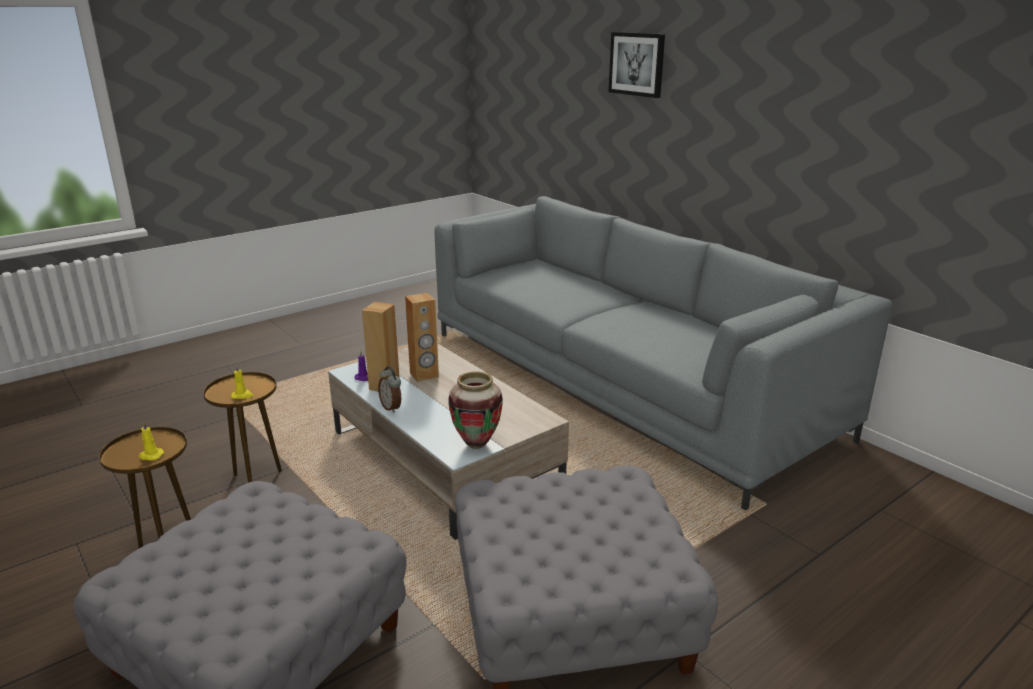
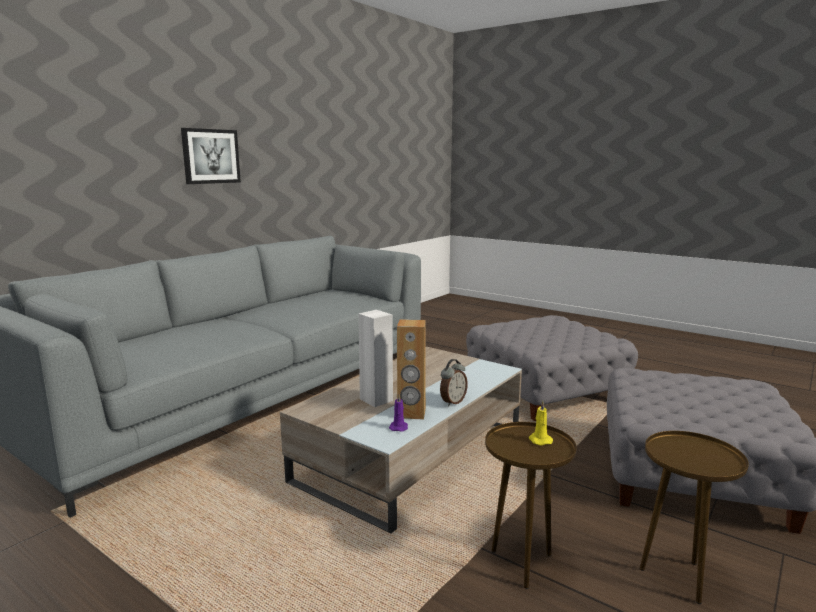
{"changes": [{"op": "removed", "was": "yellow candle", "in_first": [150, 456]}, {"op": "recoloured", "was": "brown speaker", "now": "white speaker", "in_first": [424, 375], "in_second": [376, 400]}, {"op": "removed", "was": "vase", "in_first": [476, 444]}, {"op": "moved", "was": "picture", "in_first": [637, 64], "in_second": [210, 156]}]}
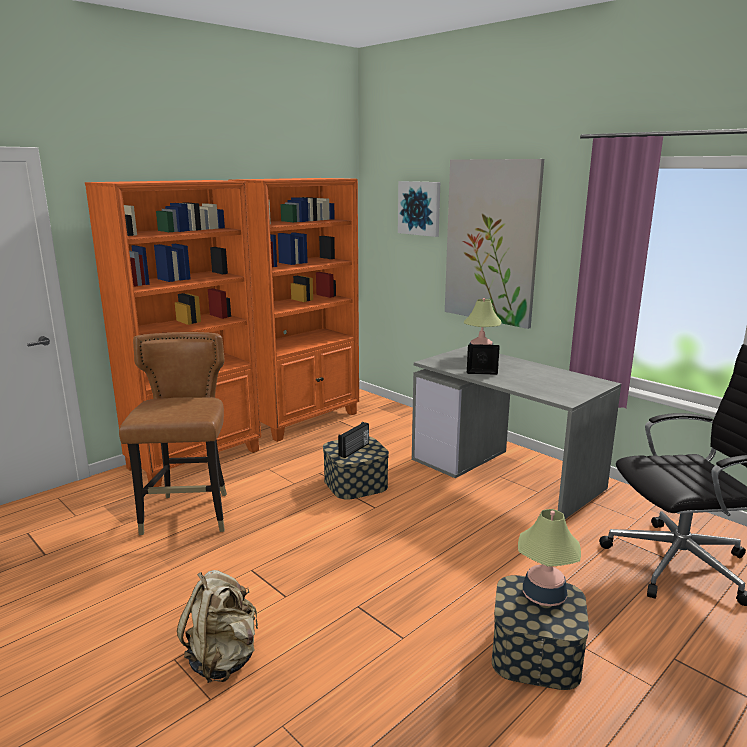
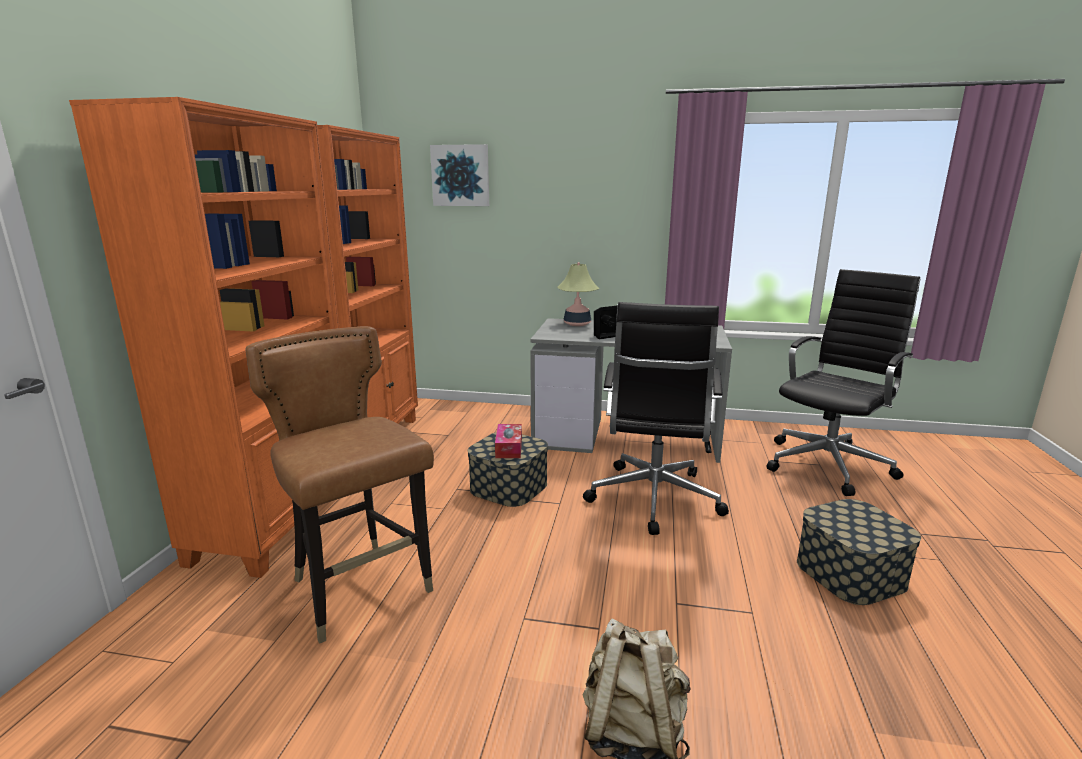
{"changes": [{"op": "replaced", "was": "radio", "now": "tissue box", "in_first": [354, 450], "in_second": [509, 447]}, {"op": "removed", "was": "picture", "in_first": [491, 242]}, {"op": "removed", "was": "table lamp", "in_first": [544, 595]}, {"op": "added", "now": "black office chair", "in_second": [653, 500]}]}
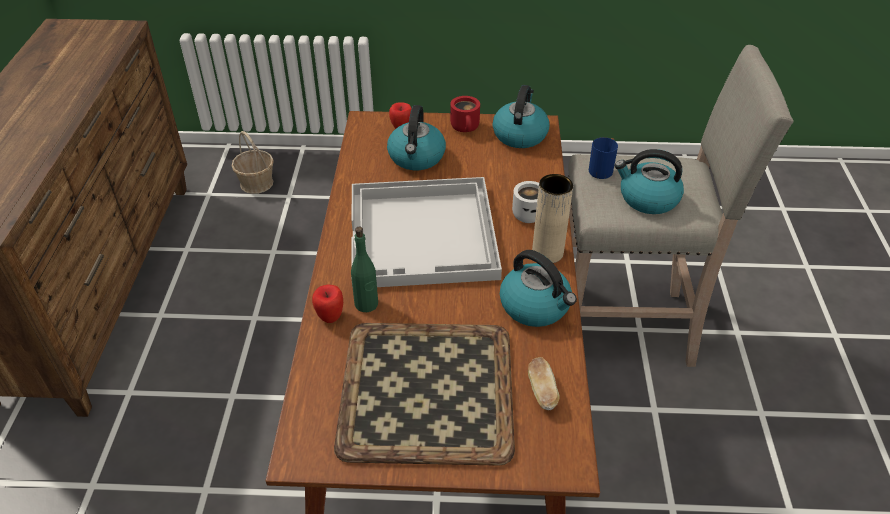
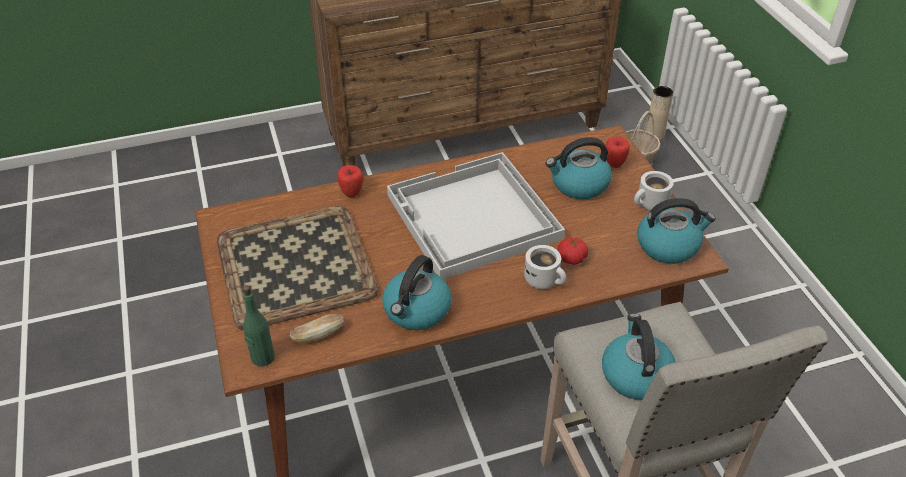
{"changes": [{"op": "moved", "was": "green bottle", "in_first": [366, 304], "in_second": [262, 357]}, {"op": "recoloured", "was": "red mug", "now": "white mug", "in_first": [466, 127], "in_second": [650, 205]}, {"op": "moved", "was": "beige vase", "in_first": [547, 253], "in_second": [654, 136]}, {"op": "removed", "was": "blue mug", "in_first": [602, 169]}, {"op": "added", "now": "tomato", "in_second": [571, 258]}]}
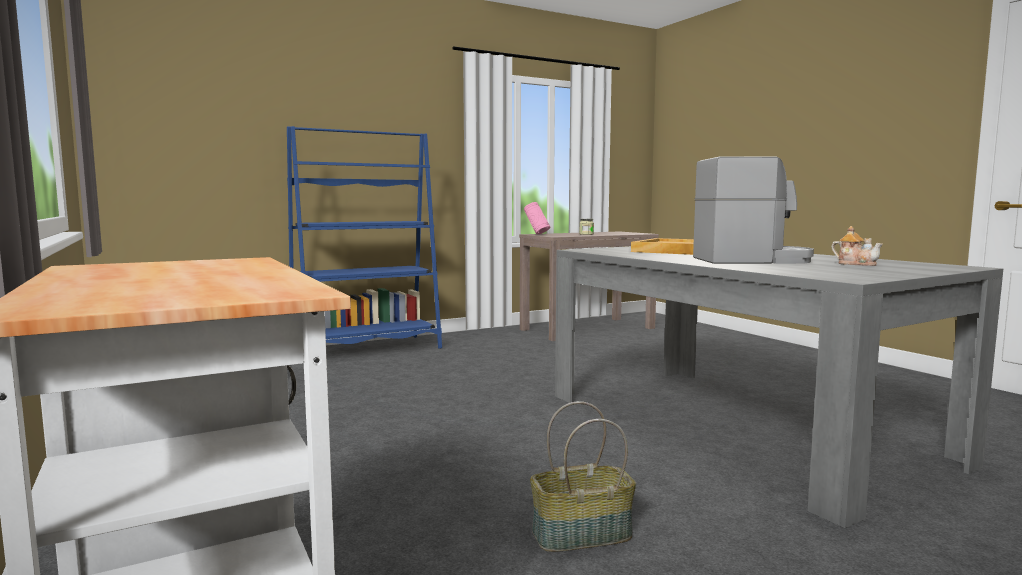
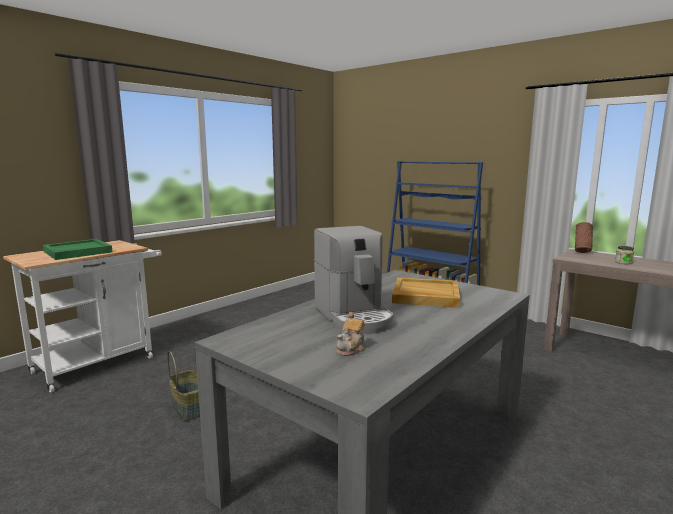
{"changes": [{"op": "recoloured", "was": "pink vase", "now": "brown vase", "in_first": [536, 234], "in_second": [582, 252]}, {"op": "added", "now": "green tray", "in_second": [77, 252]}]}
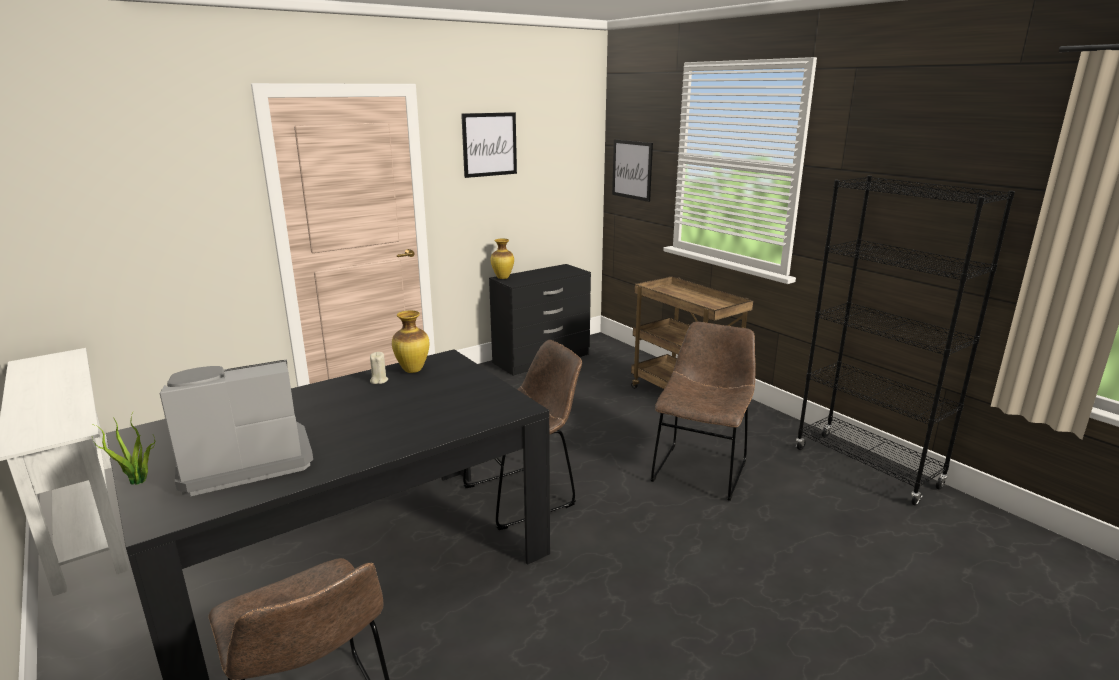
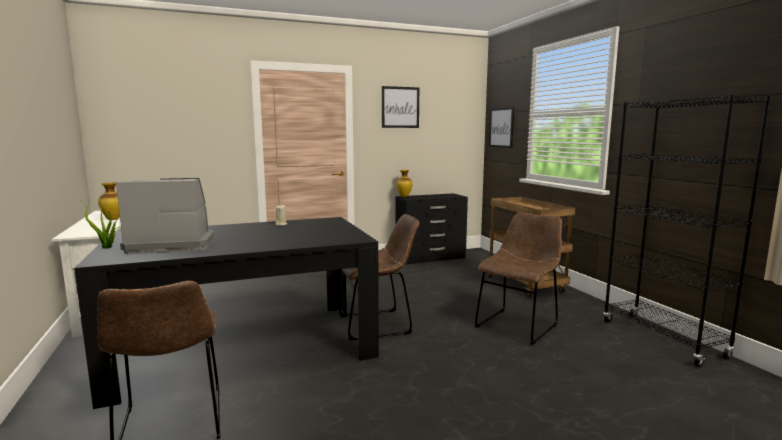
{"changes": [{"op": "moved", "was": "vase", "in_first": [413, 370], "in_second": [113, 219]}]}
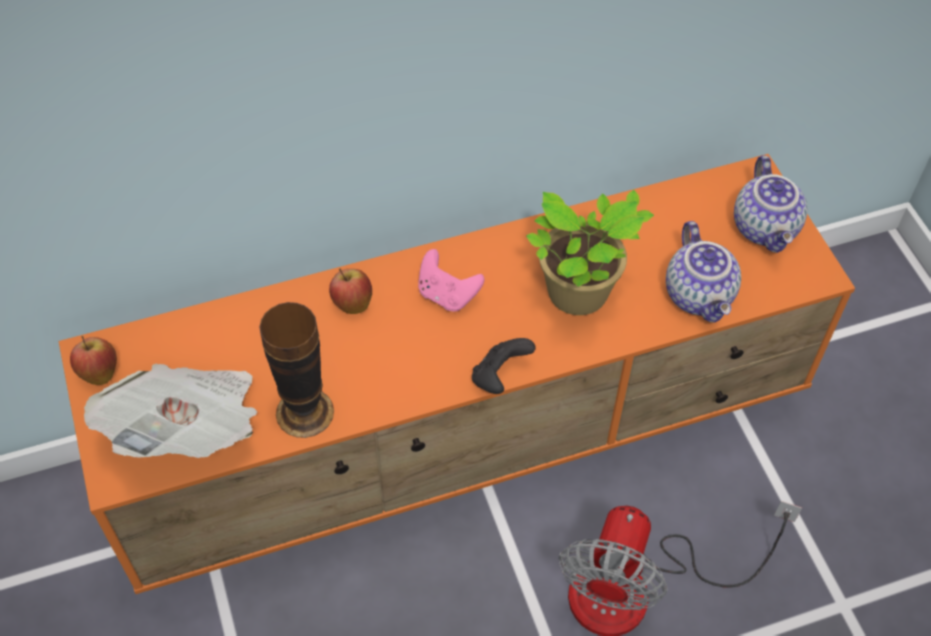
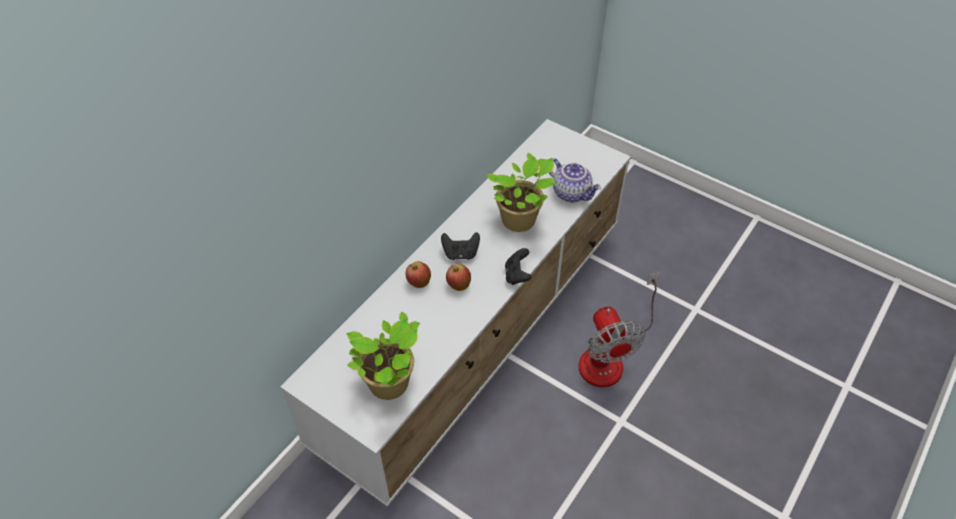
{"changes": [{"op": "recoloured", "was": "orange tv stand", "now": "white tv stand", "in_first": [467, 439], "in_second": [479, 338]}, {"op": "moved", "was": "apple", "in_first": [99, 372], "in_second": [458, 285]}, {"op": "replaced", "was": "newspaper", "now": "potted plant", "in_first": [188, 429], "in_second": [391, 385]}, {"op": "removed", "was": "vase", "in_first": [305, 412]}, {"op": "recoloured", "was": "pink game controller", "now": "black game controller", "in_first": [447, 295], "in_second": [460, 254]}, {"op": "removed", "was": "teapot", "in_first": [766, 229]}]}
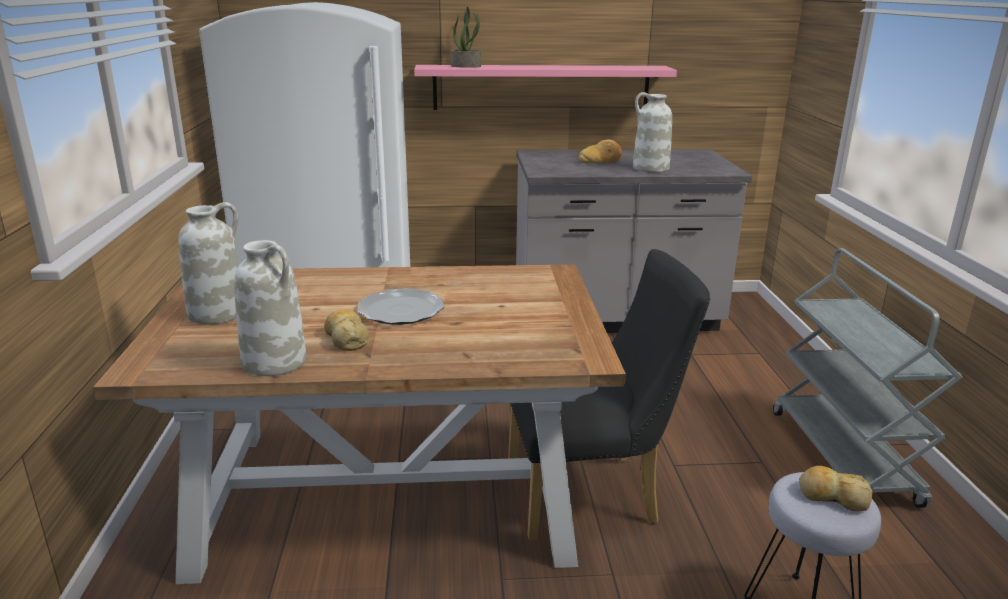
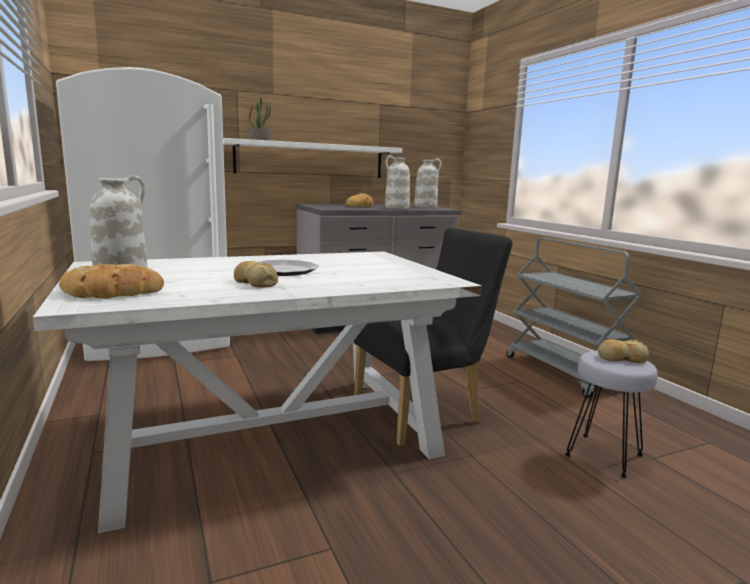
{"changes": [{"op": "recoloured", "was": "brown dining table", "now": "white dining table", "in_first": [387, 494], "in_second": [268, 436]}, {"op": "moved", "was": "white vase", "in_first": [276, 362], "in_second": [426, 207]}, {"op": "recoloured", "was": "pink shelf", "now": "white shelf", "in_first": [541, 87], "in_second": [311, 160]}, {"op": "added", "now": "bread", "in_second": [112, 292]}]}
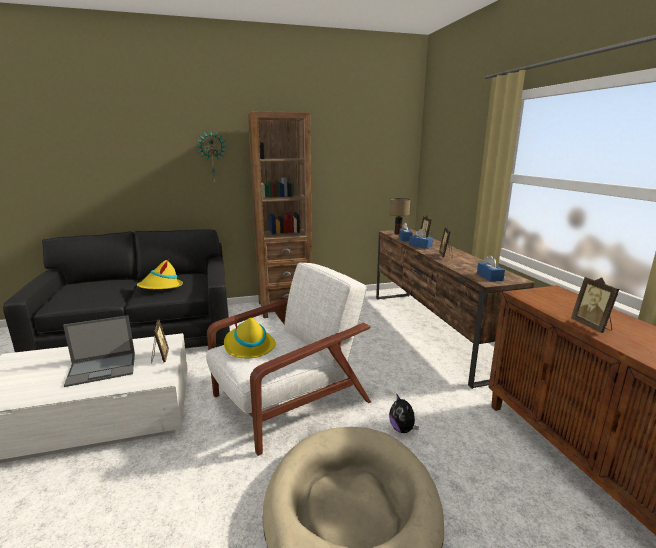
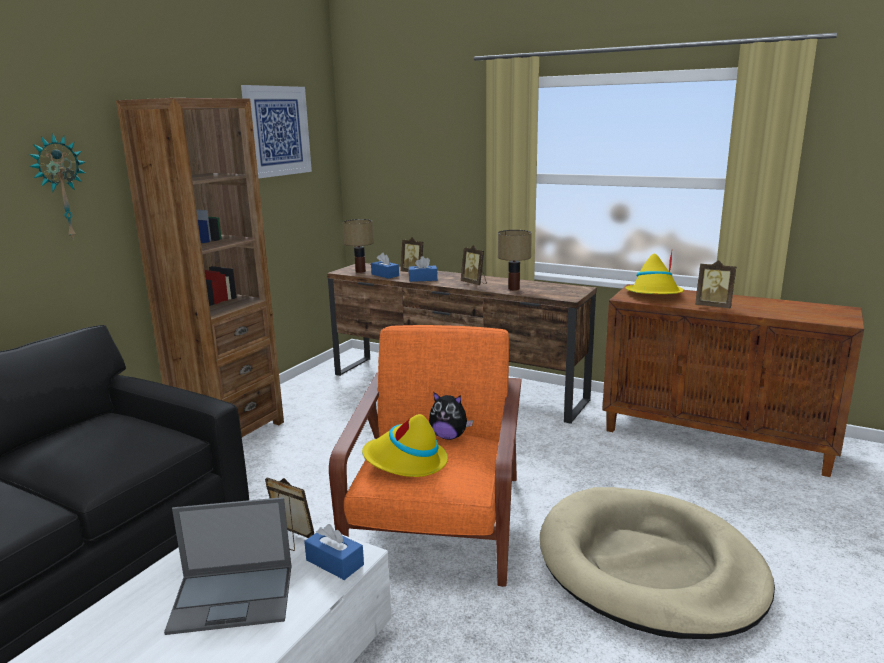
{"changes": [{"op": "turned", "was": "laptop", "in_first": [103, 369], "in_second": [234, 598], "clockwise": 60}, {"op": "moved", "was": "yellow hat", "in_first": [161, 287], "in_second": [654, 295]}, {"op": "recoloured", "was": "white armchair", "now": "orange armchair", "in_first": [288, 400], "in_second": [437, 524]}, {"op": "moved", "was": "plush toy", "in_first": [402, 429], "in_second": [449, 436]}, {"op": "moved", "was": "blue tissue box", "in_first": [489, 277], "in_second": [335, 562]}, {"op": "added", "now": "picture", "in_second": [277, 131]}, {"op": "added", "now": "table lamp", "in_second": [514, 288]}]}
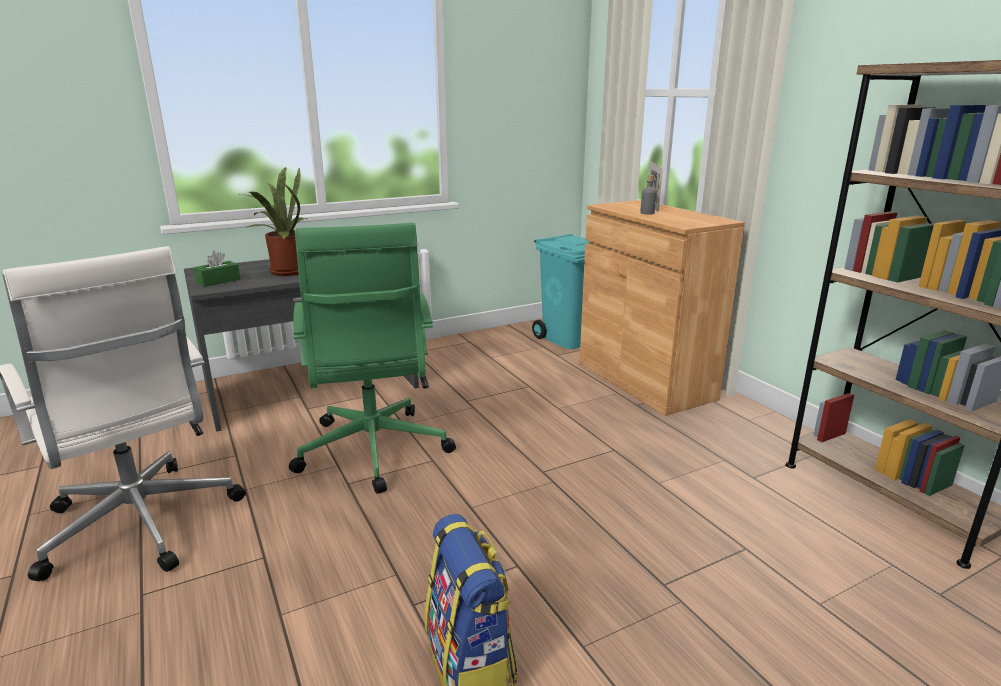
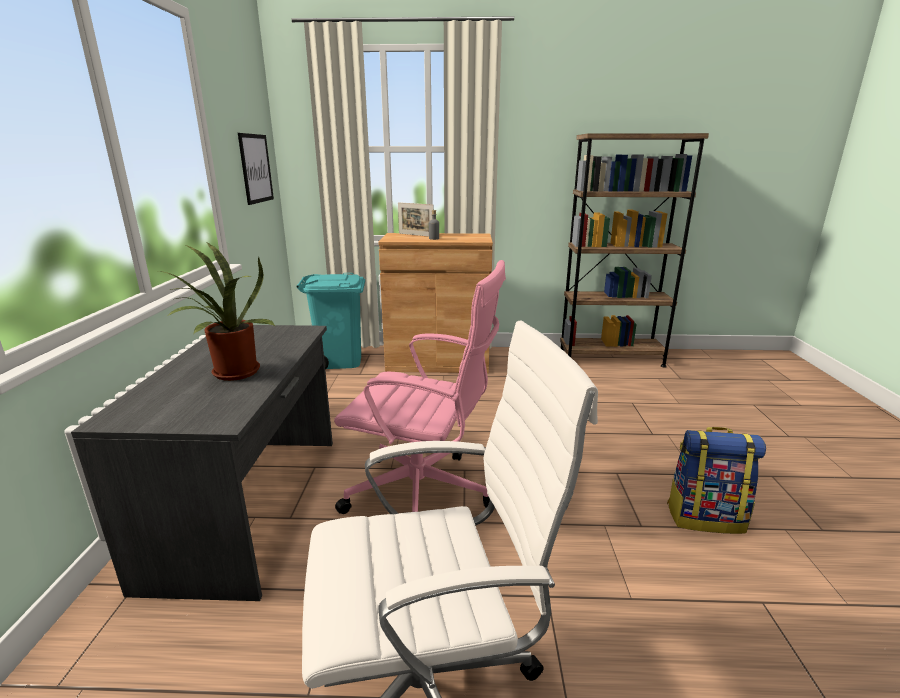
{"changes": [{"op": "removed", "was": "green tissue box", "in_first": [218, 281]}, {"op": "recoloured", "was": "green office chair", "now": "pink office chair", "in_first": [373, 452], "in_second": [423, 495]}, {"op": "added", "now": "picture", "in_second": [256, 168]}]}
